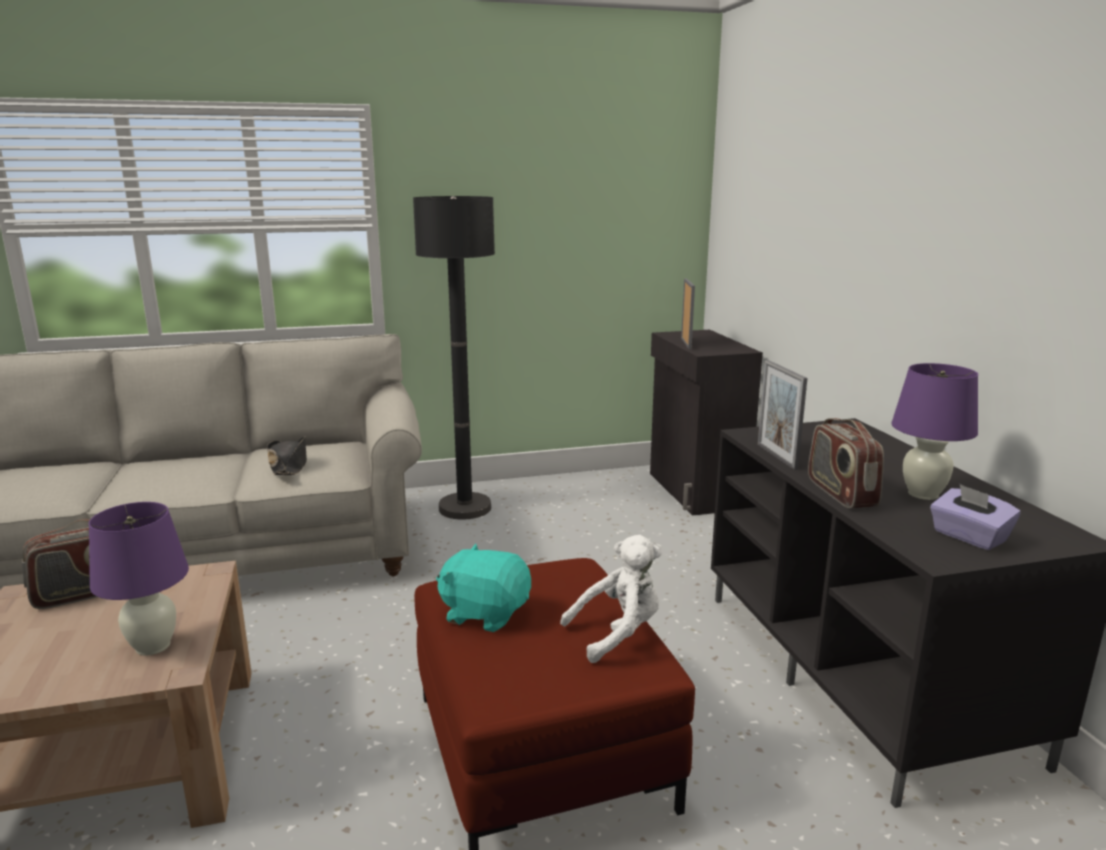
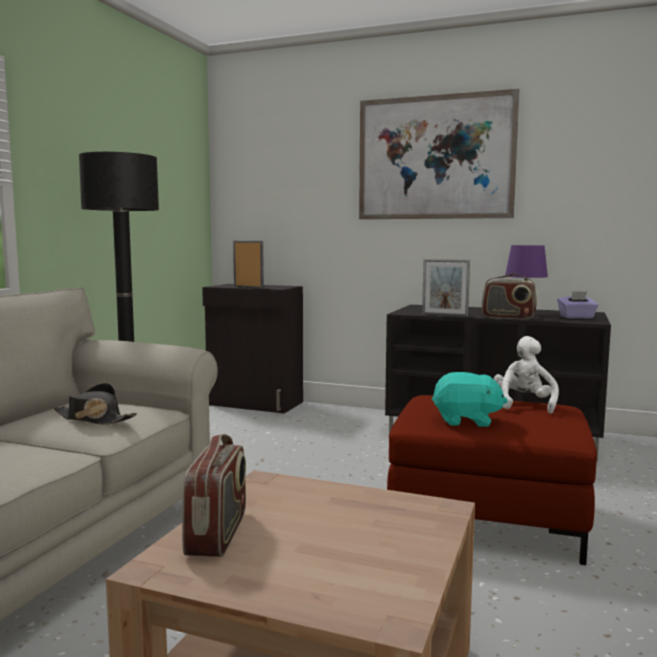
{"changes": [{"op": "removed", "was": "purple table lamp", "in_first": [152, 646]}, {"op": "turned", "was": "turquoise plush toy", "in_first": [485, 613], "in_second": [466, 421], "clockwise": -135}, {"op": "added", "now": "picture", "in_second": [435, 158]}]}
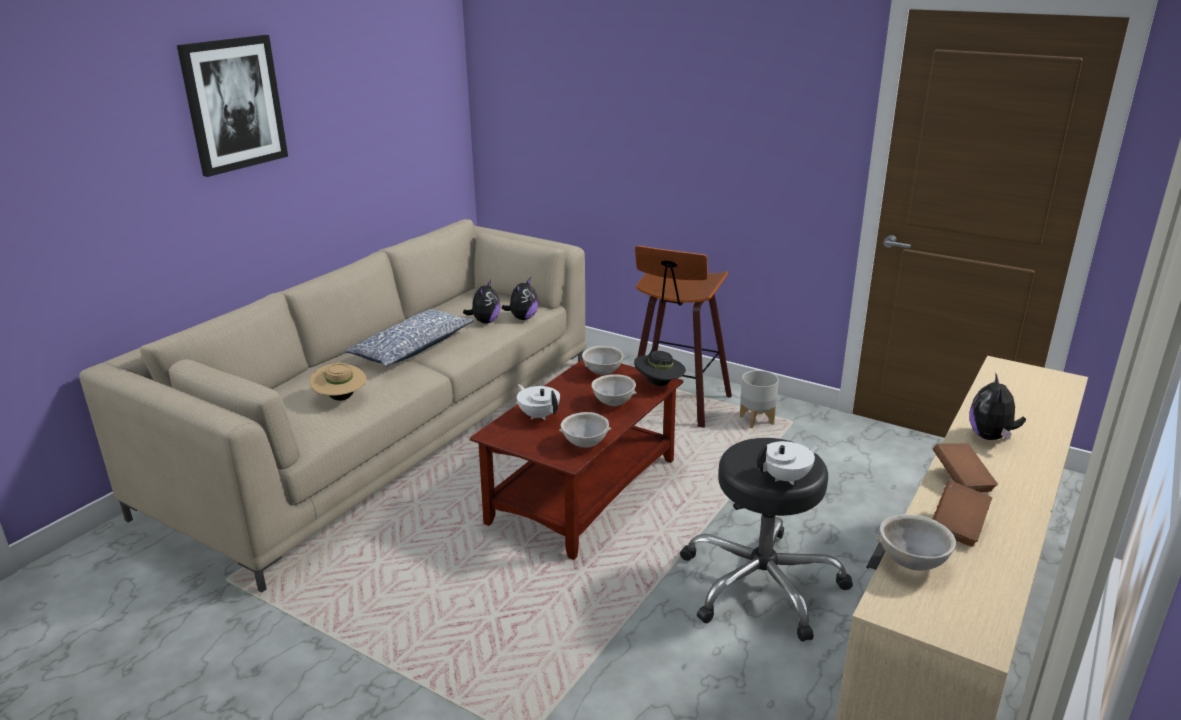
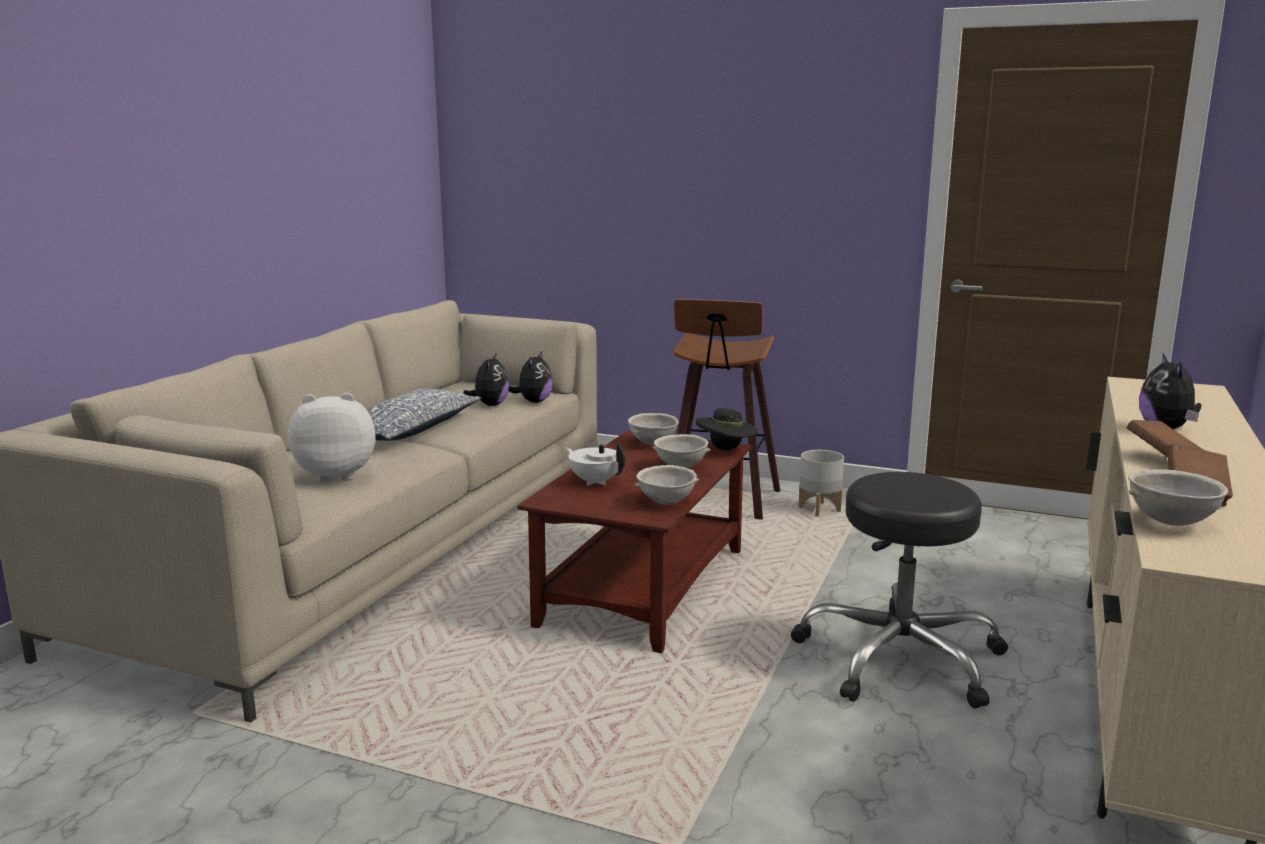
{"changes": [{"op": "removed", "was": "picture", "in_first": [234, 104]}, {"op": "replaced", "was": "beige hat", "now": "plush toy", "in_first": [341, 398], "in_second": [337, 475]}, {"op": "removed", "was": "white teapot", "in_first": [786, 478]}]}
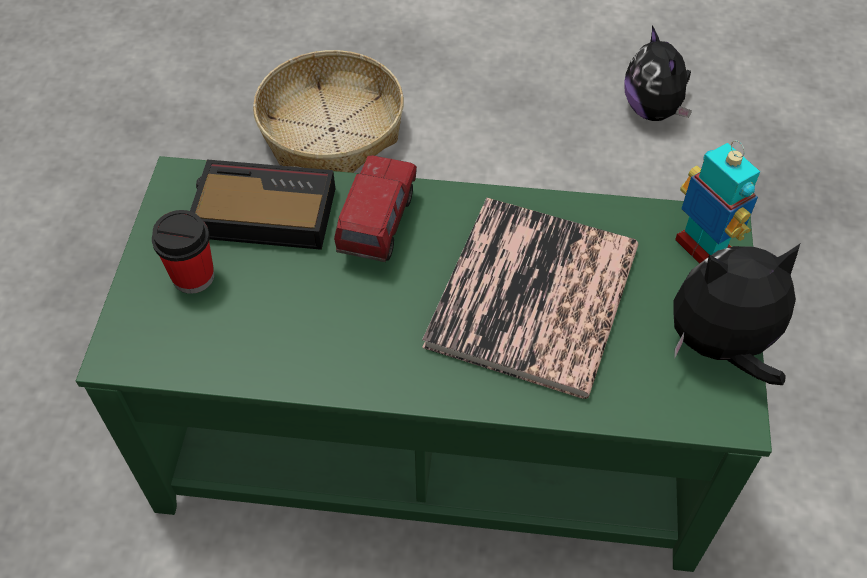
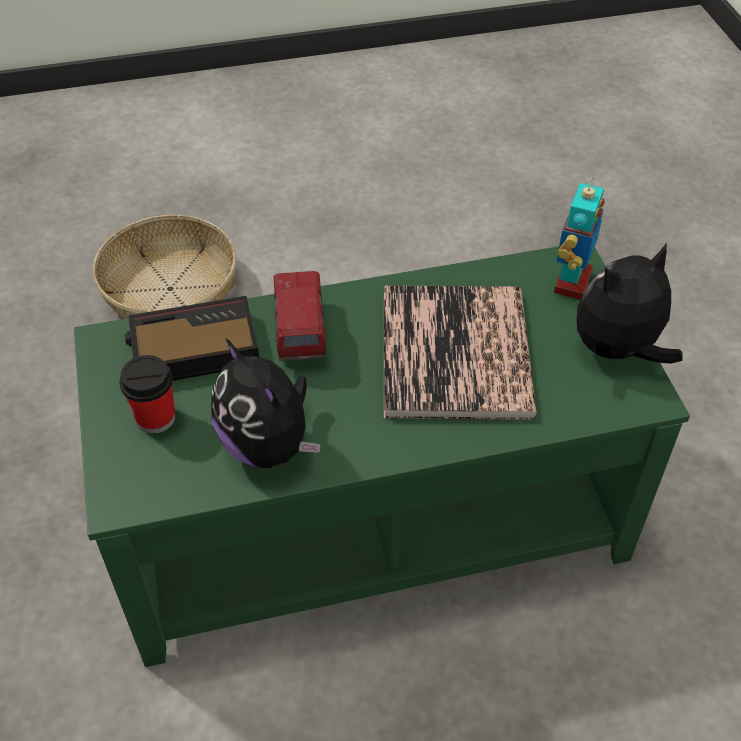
{"changes": [{"op": "moved", "was": "plush toy", "in_first": [653, 110], "in_second": [268, 445]}, {"op": "turned", "was": "toy robot", "in_first": [702, 250], "in_second": [571, 282], "clockwise": 75}]}
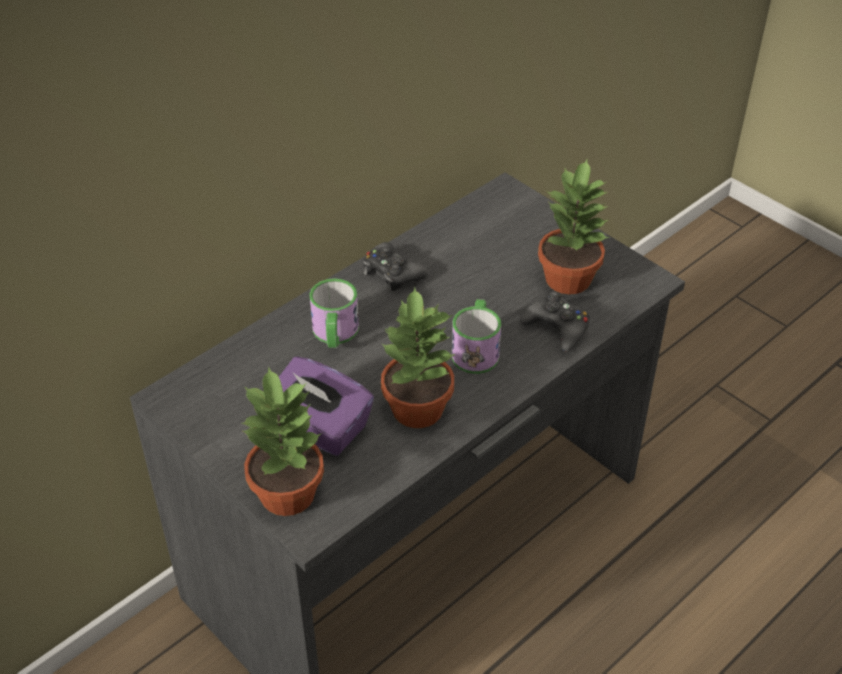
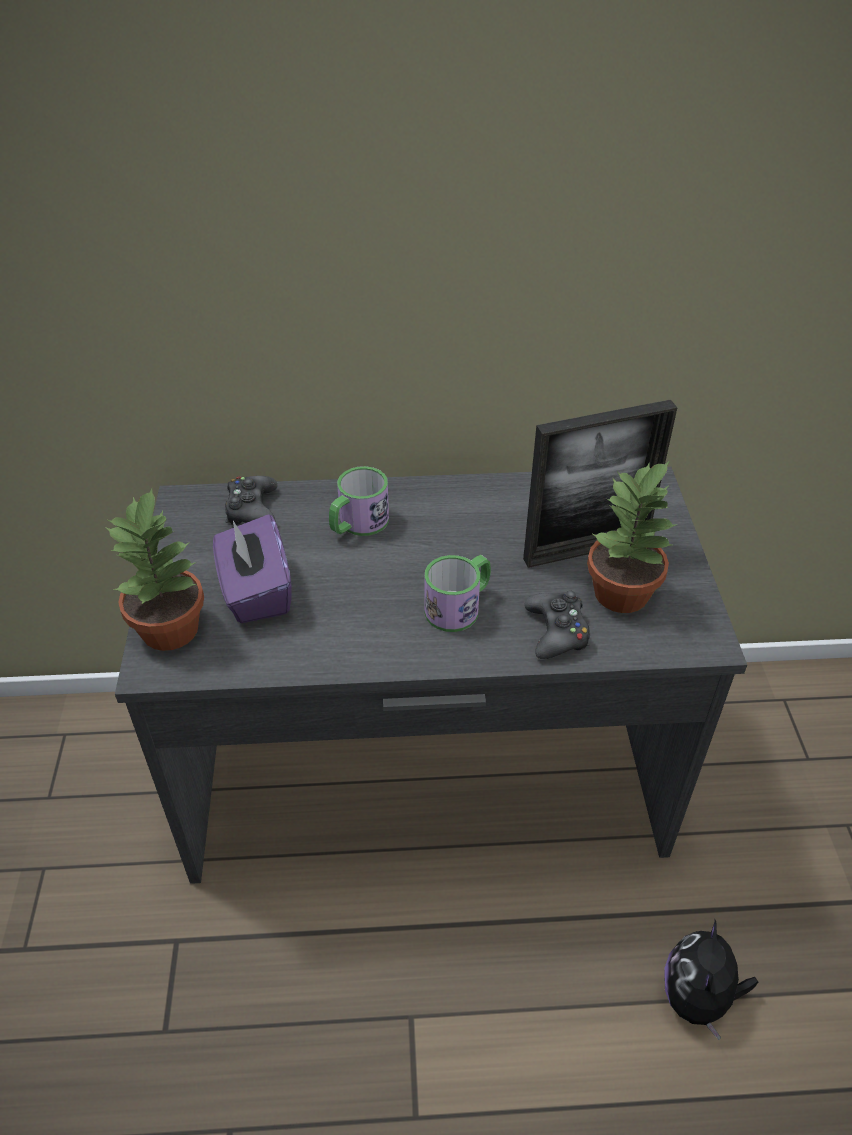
{"changes": [{"op": "moved", "was": "black game controller", "in_first": [392, 273], "in_second": [252, 509]}, {"op": "removed", "was": "potted plant", "in_first": [417, 410]}, {"op": "added", "now": "picture frame", "in_second": [586, 549]}, {"op": "added", "now": "plush toy", "in_second": [697, 997]}]}
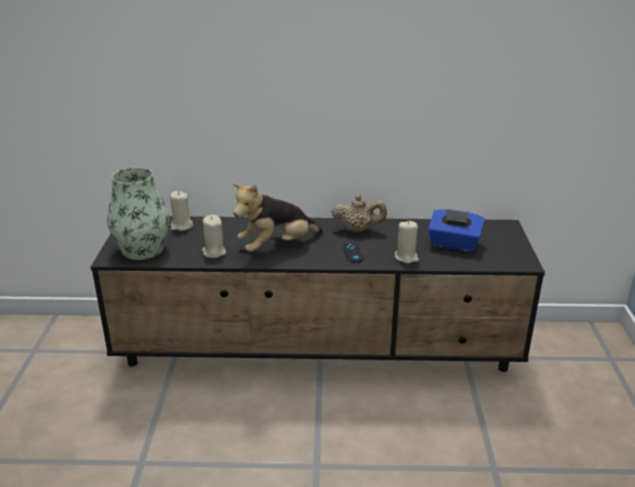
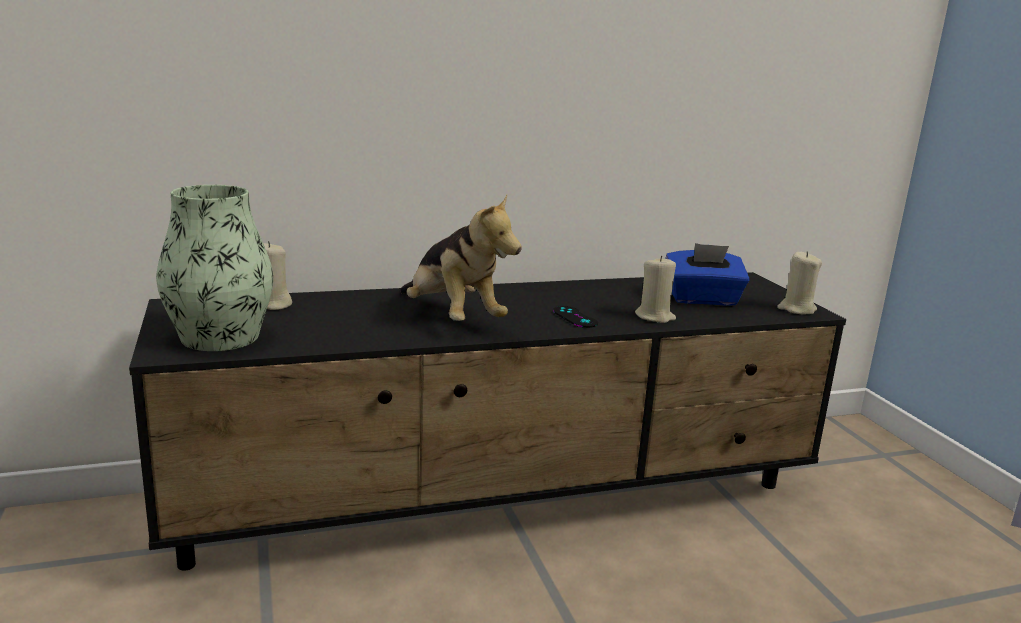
{"changes": [{"op": "moved", "was": "beige candle", "in_first": [214, 252], "in_second": [796, 309]}, {"op": "turned", "was": "plush toy", "in_first": [277, 246], "in_second": [452, 318], "clockwise": -75}, {"op": "removed", "was": "beige teapot", "in_first": [358, 230]}]}
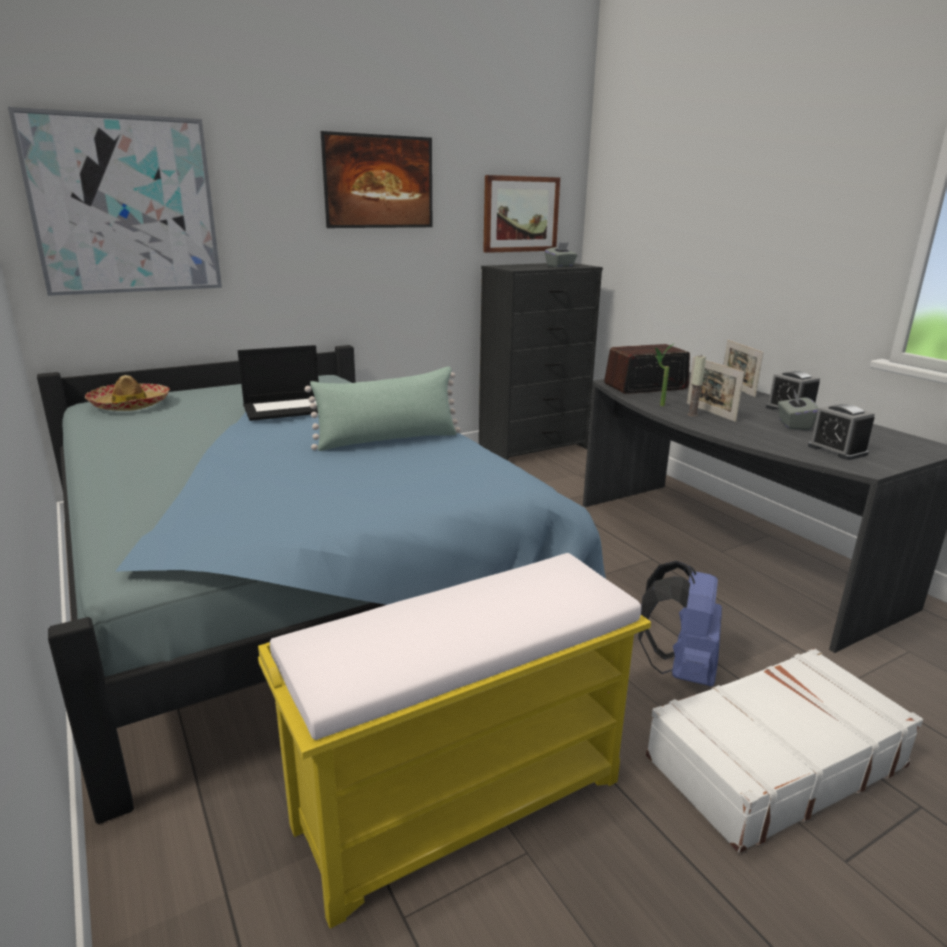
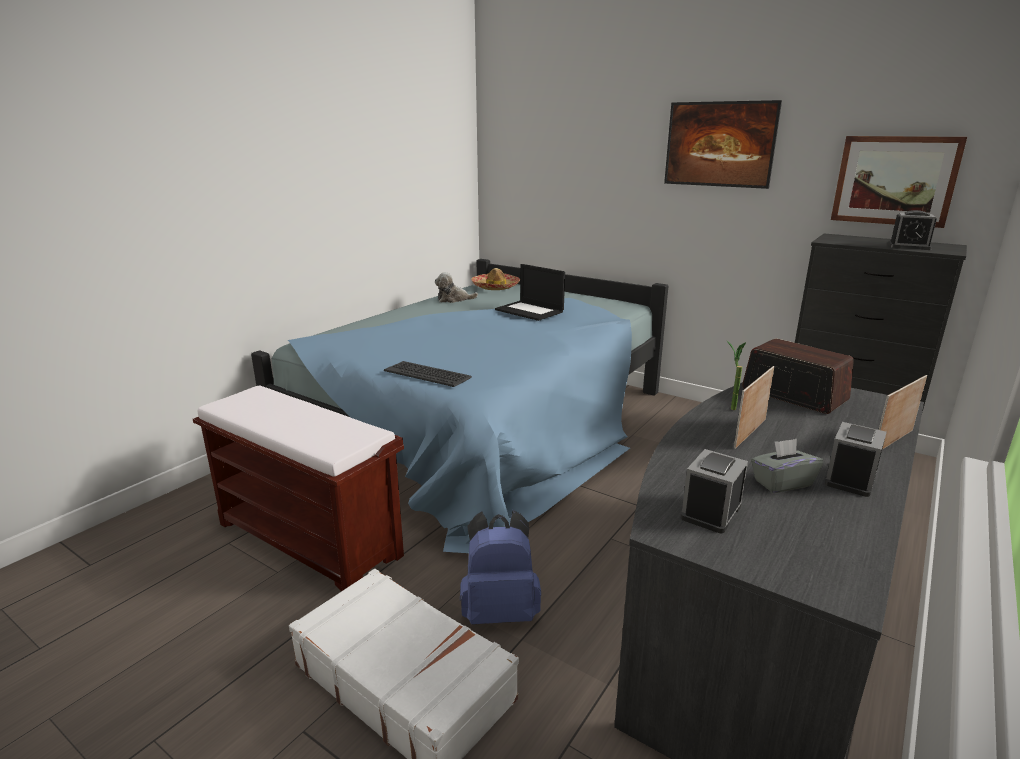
{"changes": [{"op": "removed", "was": "picture", "in_first": [125, 206]}, {"op": "recoloured", "was": "yellow bench", "now": "brown bench", "in_first": [462, 800], "in_second": [311, 539]}, {"op": "removed", "was": "green pillow", "in_first": [388, 440]}, {"op": "replaced", "was": "grey tissue box", "now": "alarm clock", "in_first": [560, 266], "in_second": [909, 246]}, {"op": "removed", "was": "candle", "in_first": [692, 415]}, {"op": "added", "now": "keyboard", "in_second": [428, 374]}, {"op": "added", "now": "plush toy", "in_second": [453, 299]}]}
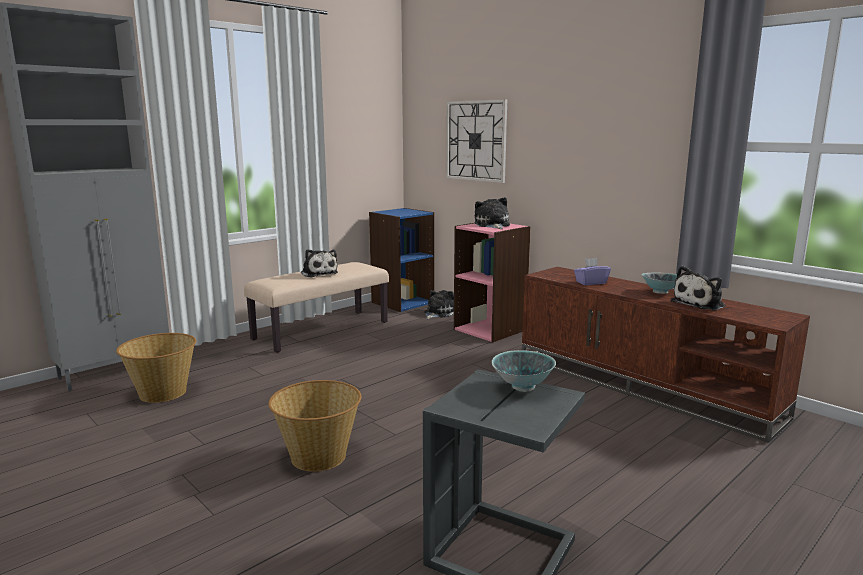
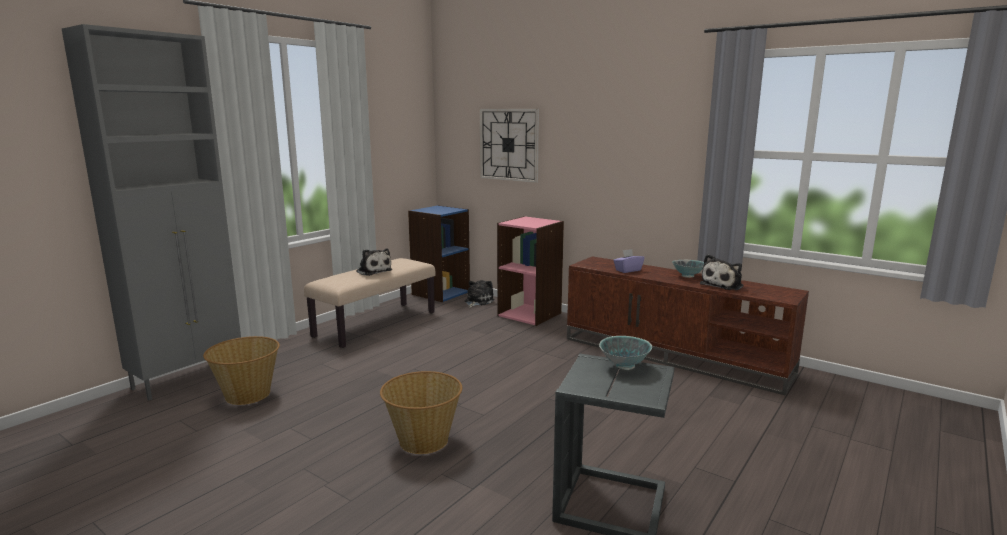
{"changes": [{"op": "removed", "was": "plush toy", "in_first": [492, 225]}]}
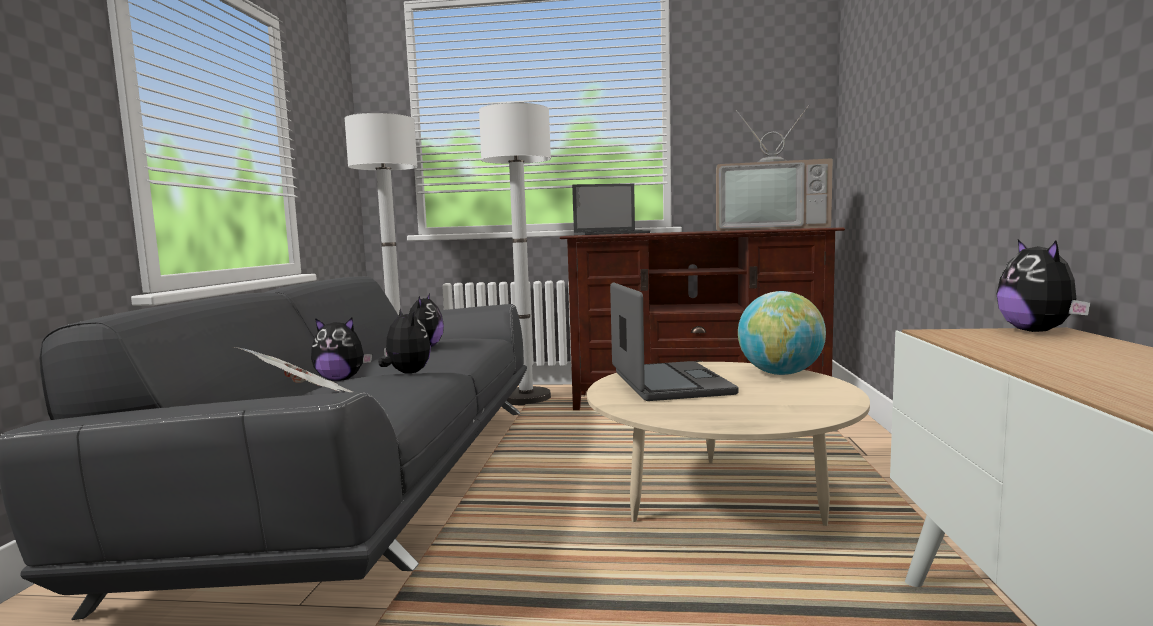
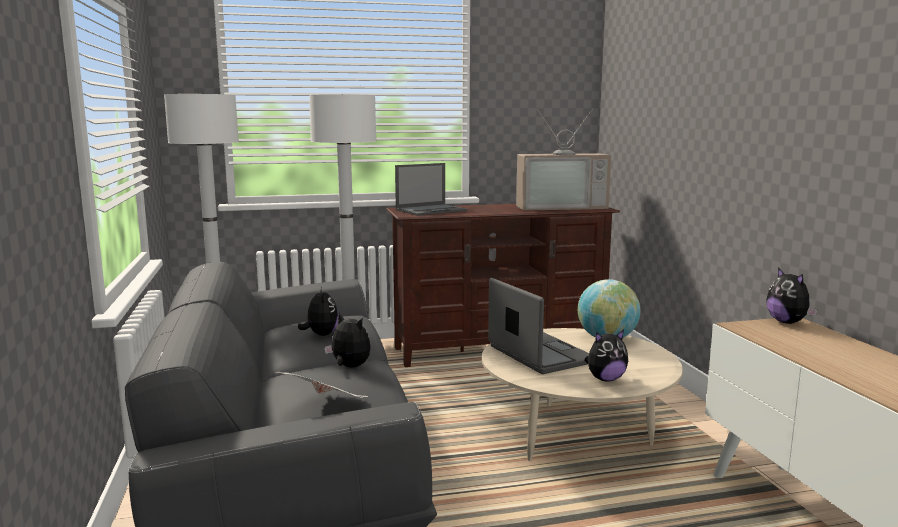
{"changes": [{"op": "moved", "was": "plush toy", "in_first": [341, 379], "in_second": [605, 379]}]}
